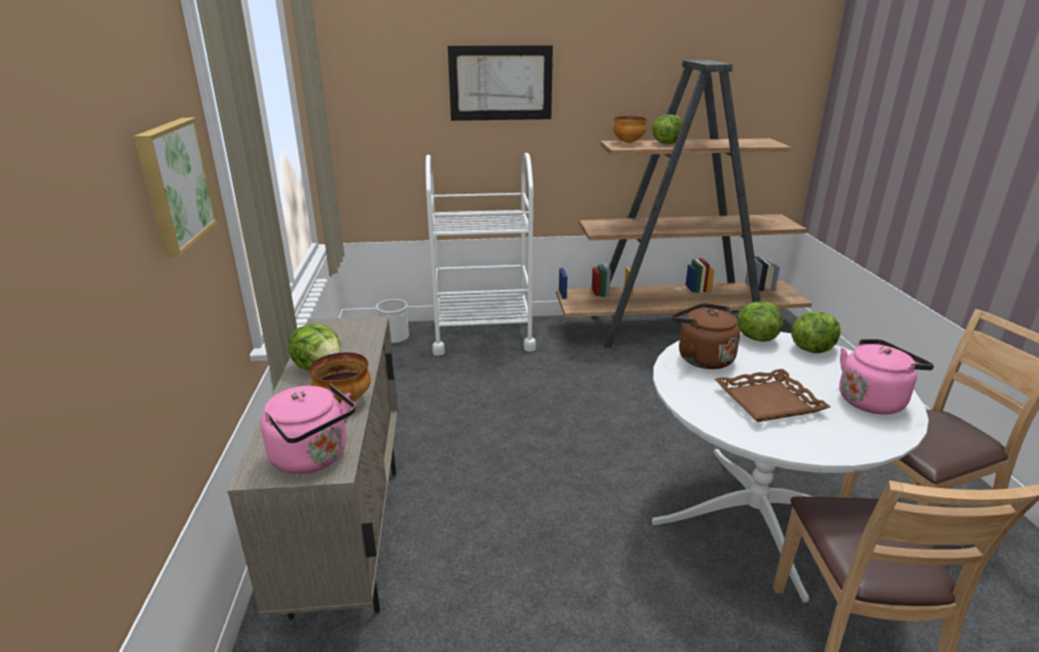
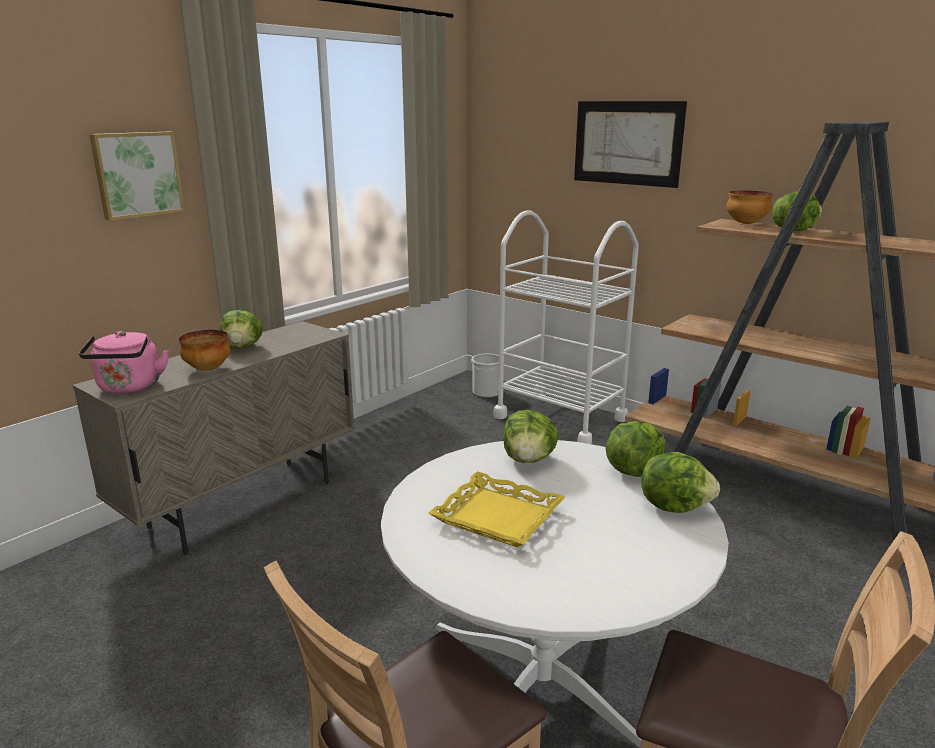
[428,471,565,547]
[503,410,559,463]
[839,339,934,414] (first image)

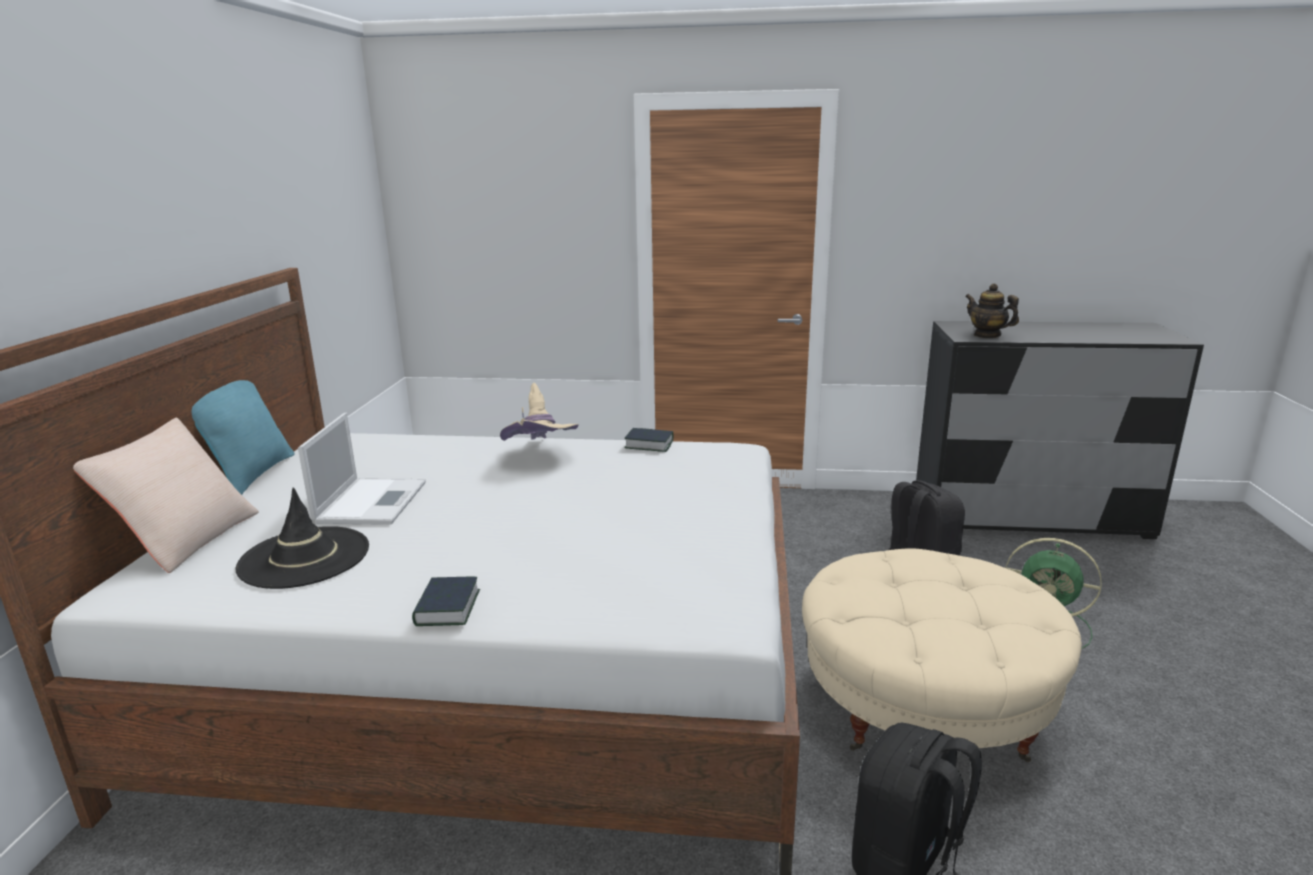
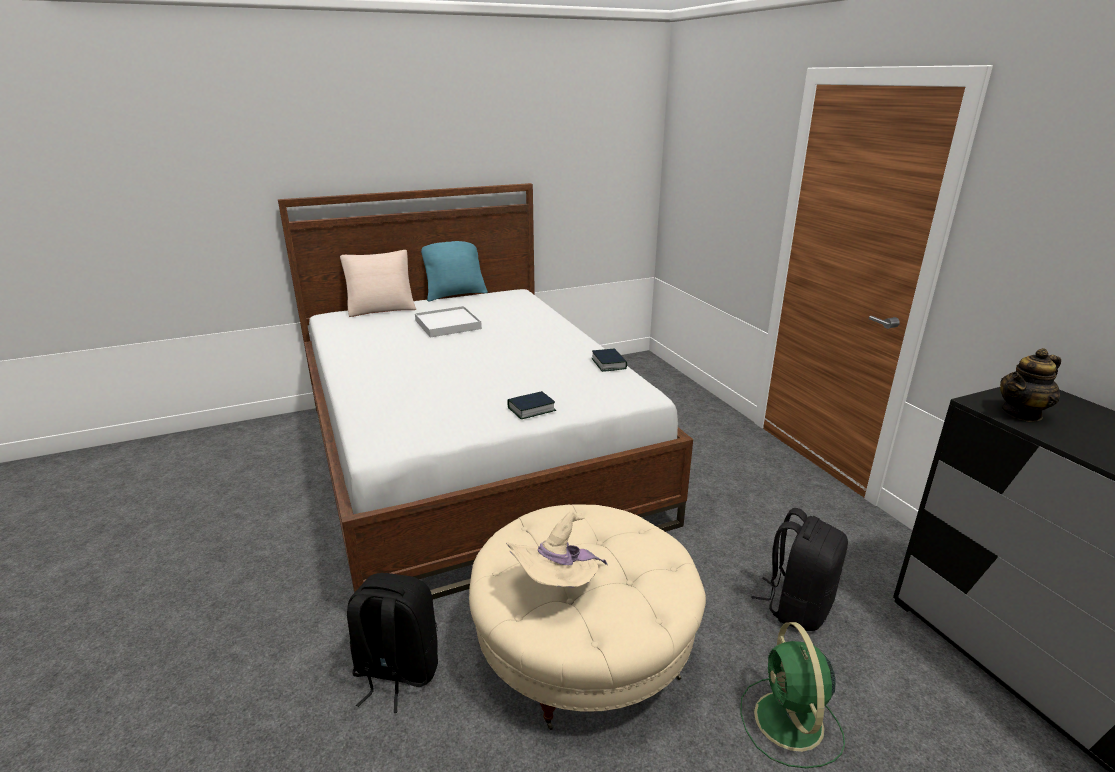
[415,306,482,337]
[506,511,607,588]
[507,391,556,419]
[1000,348,1061,422]
[236,487,369,589] (first image)

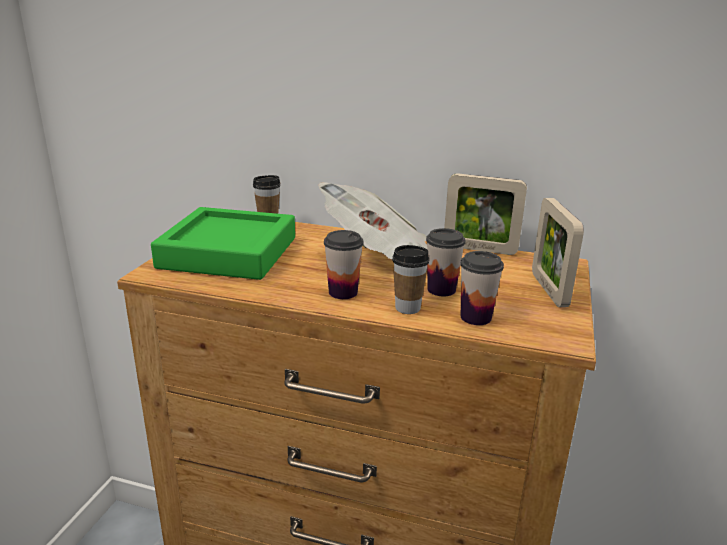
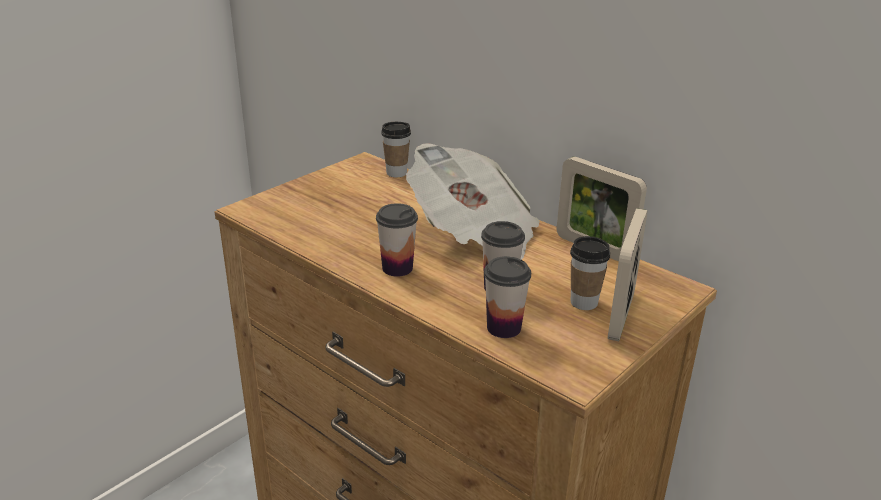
[570,236,610,310]
[151,207,295,280] (first image)

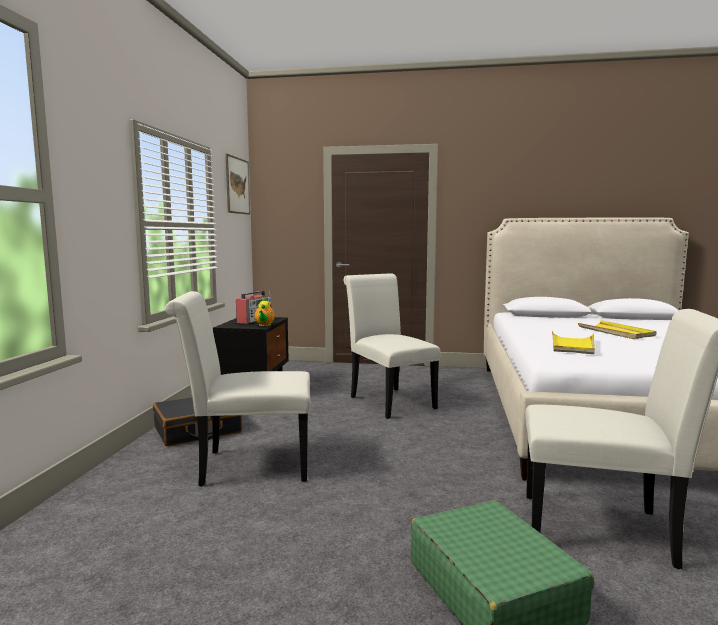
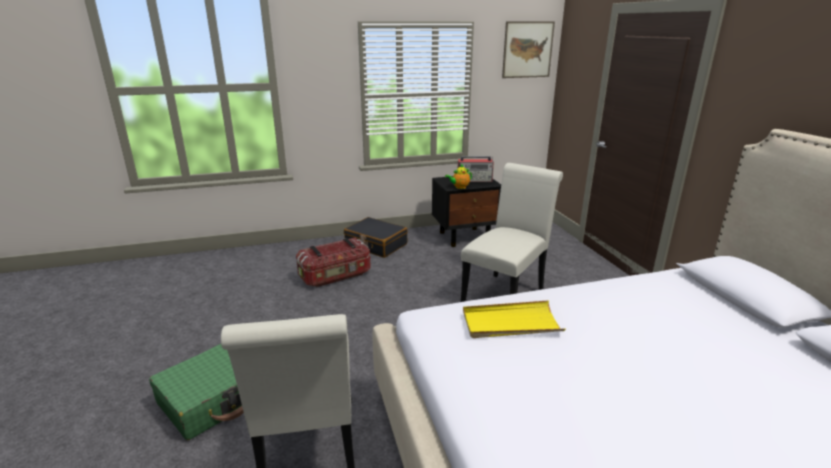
[296,238,371,287]
[578,320,657,339] (first image)

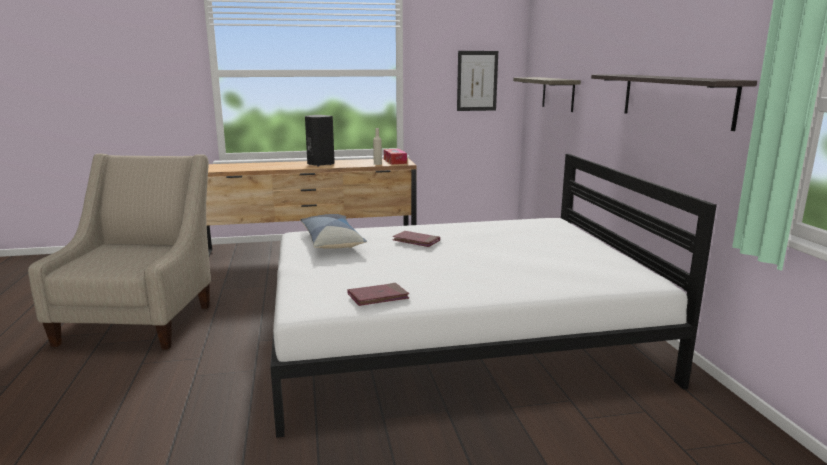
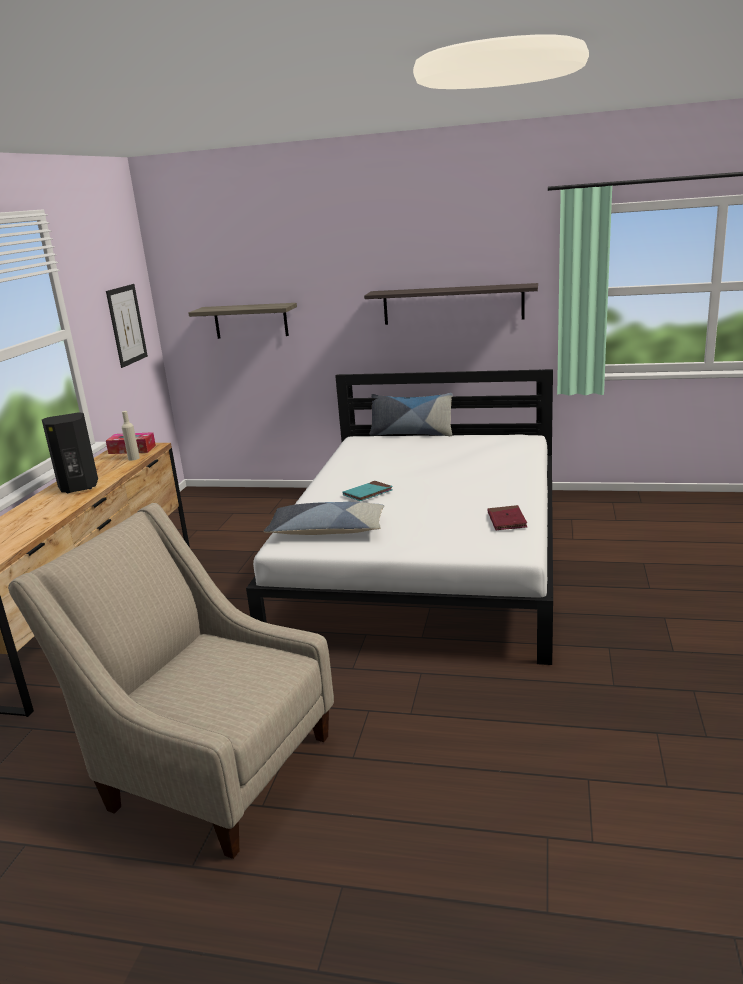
[343,481,393,501]
[370,393,453,436]

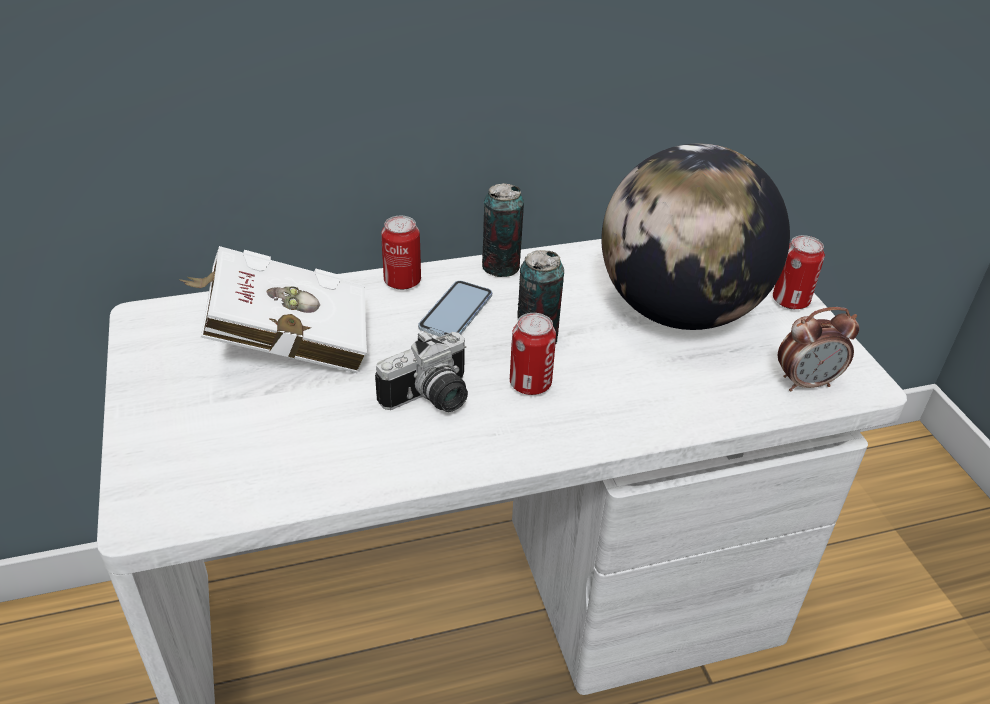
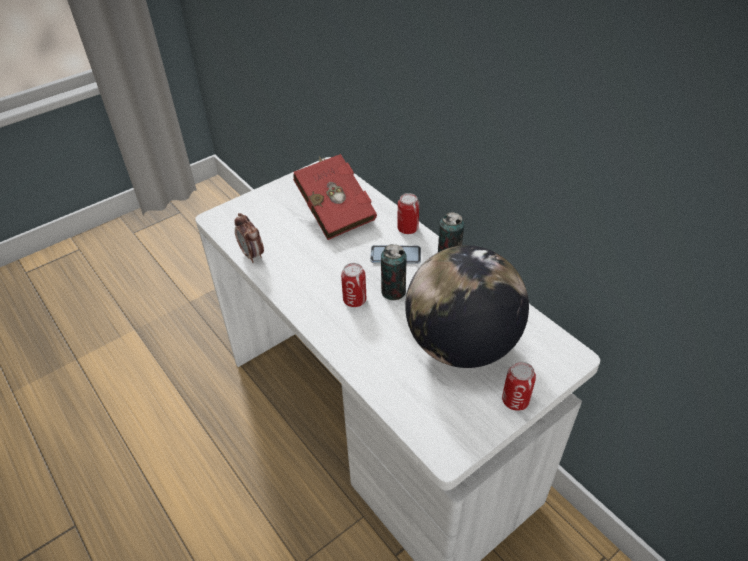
[234,213,264,263]
[293,154,377,240]
[375,331,468,412] (first image)

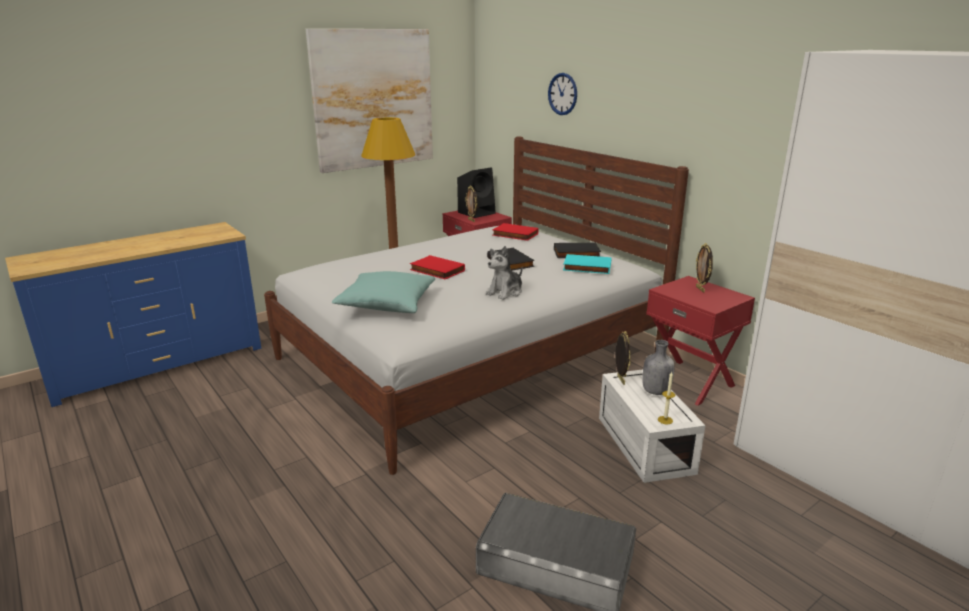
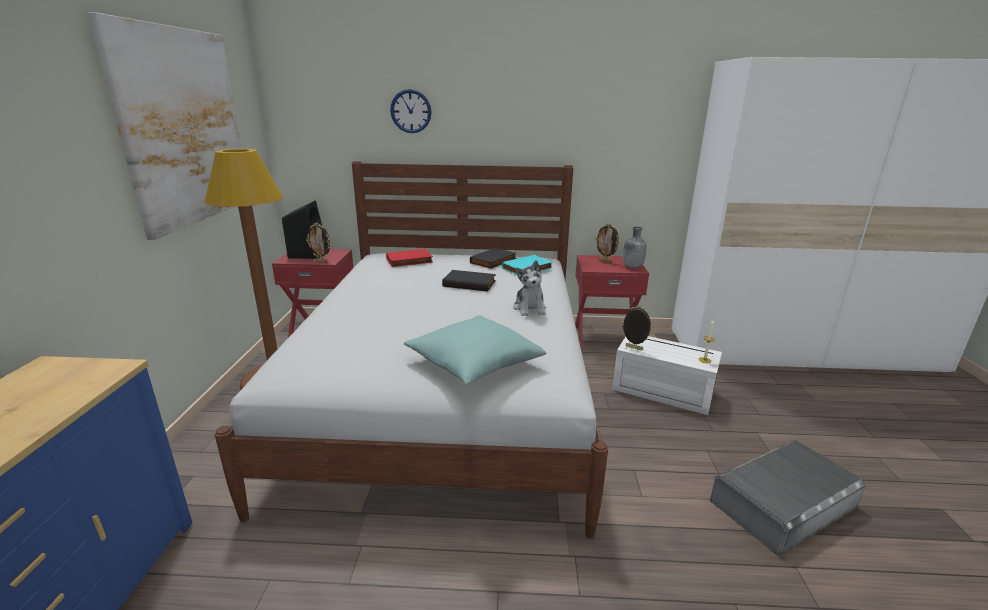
[623,226,647,268]
[410,255,465,279] (first image)

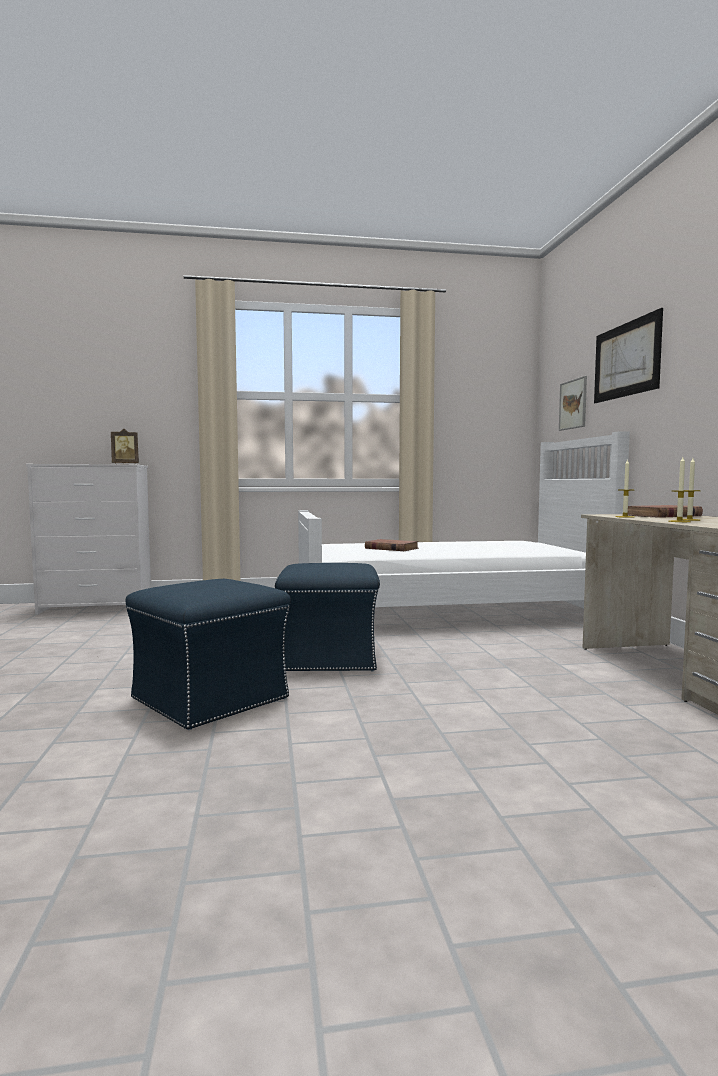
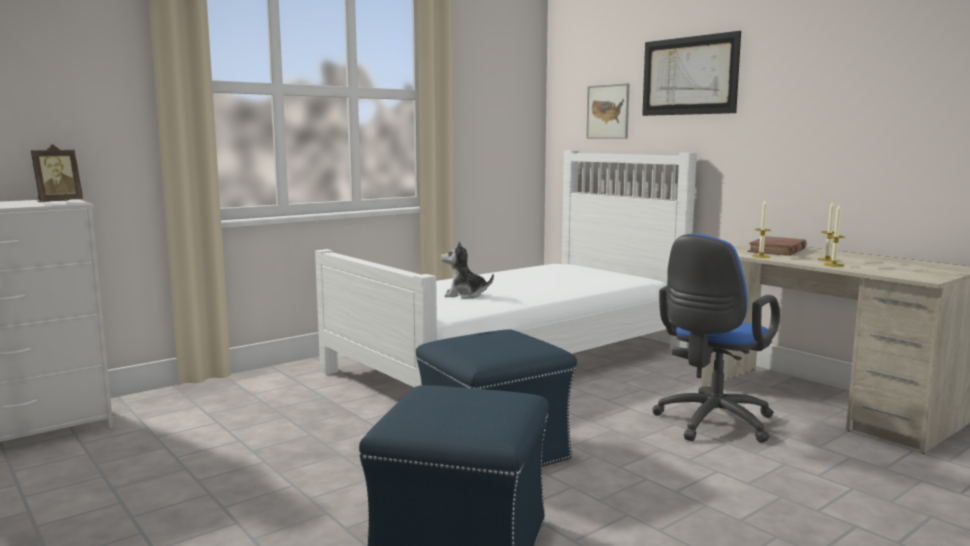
[441,241,494,299]
[652,233,780,443]

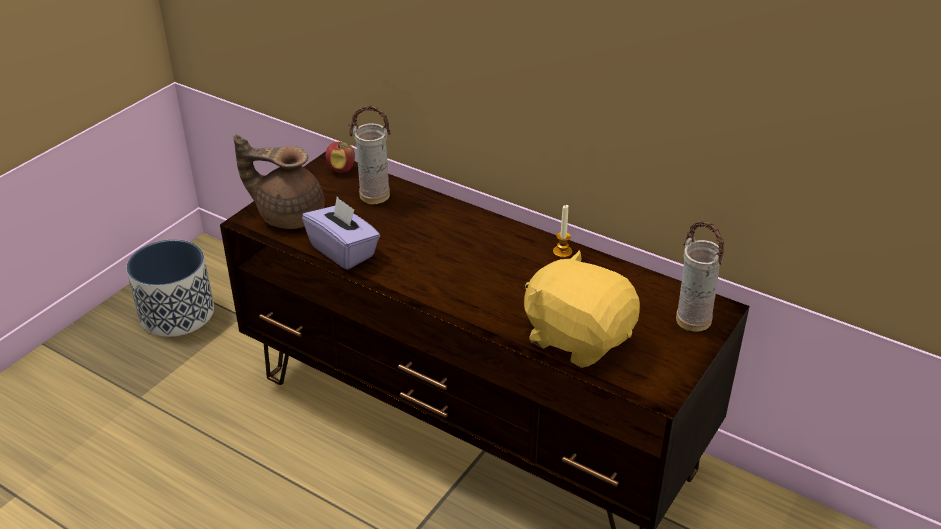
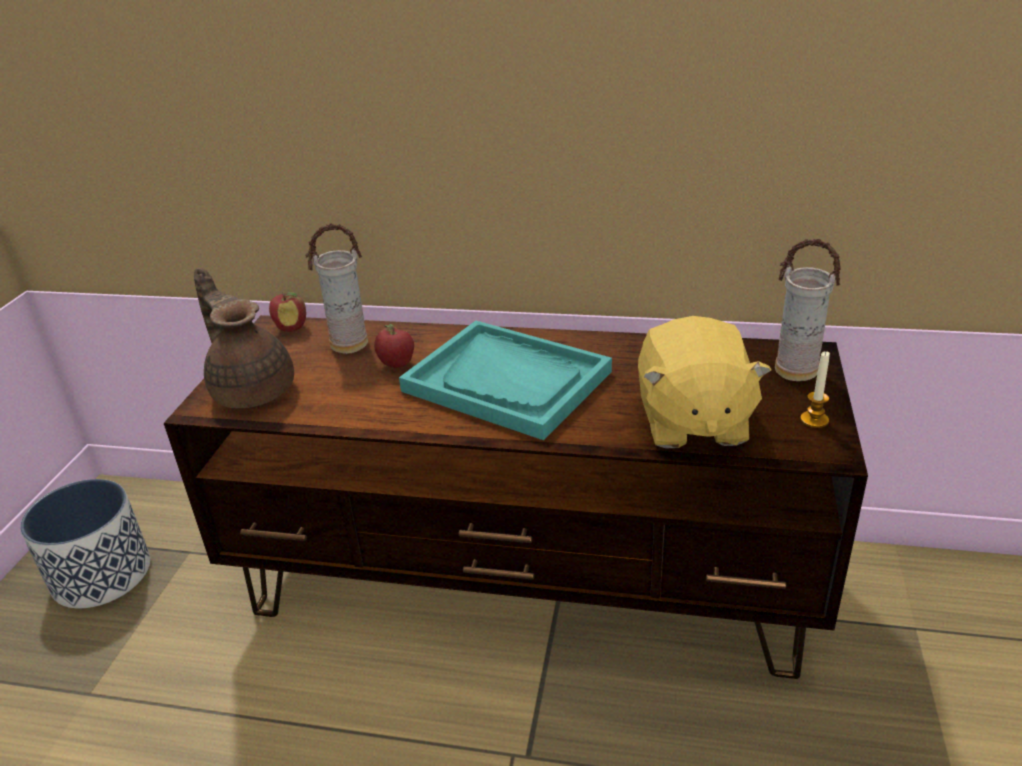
[194,268,294,408]
[374,324,414,368]
[399,321,612,440]
[638,316,771,449]
[800,351,830,428]
[302,197,380,270] (first image)

